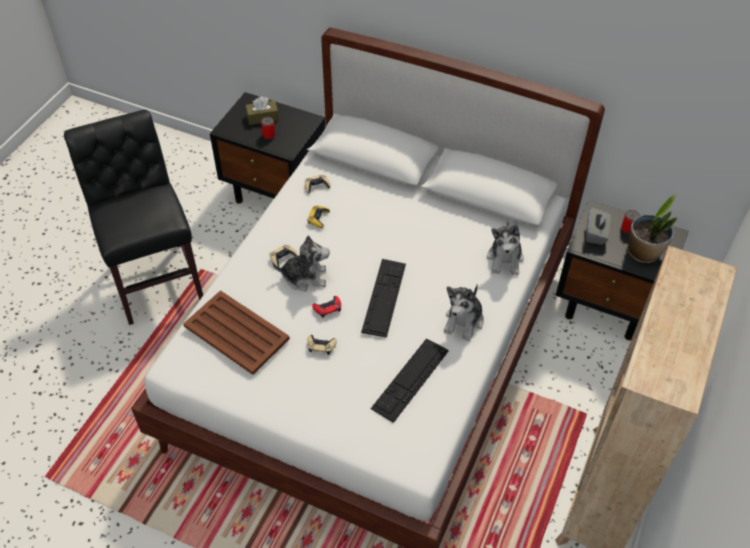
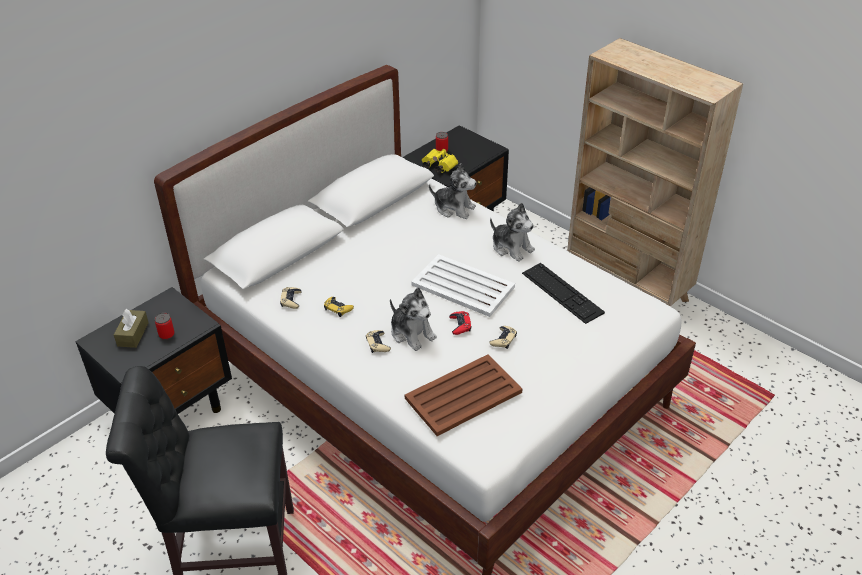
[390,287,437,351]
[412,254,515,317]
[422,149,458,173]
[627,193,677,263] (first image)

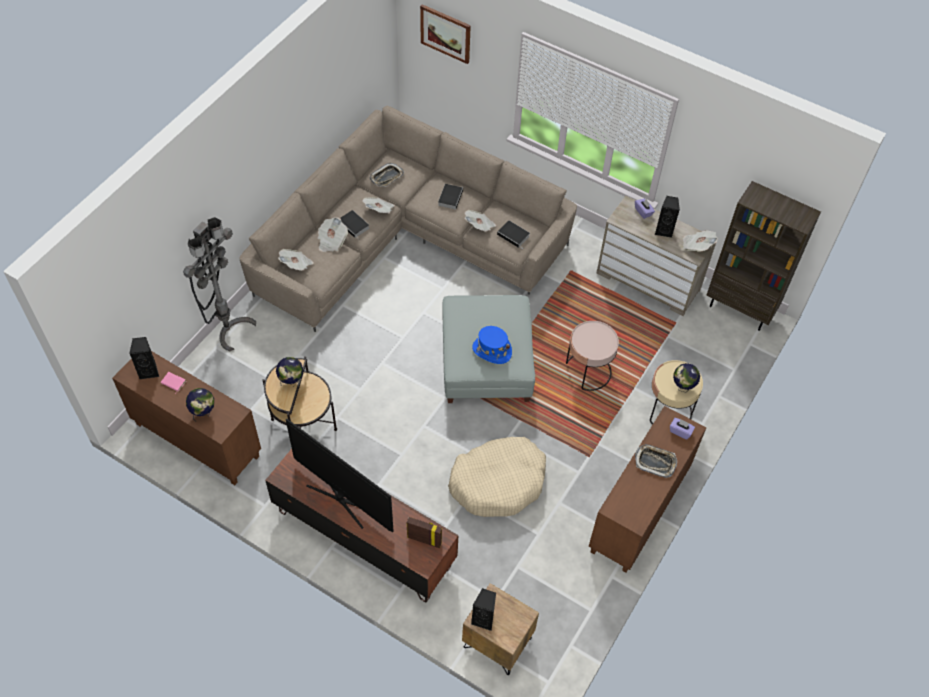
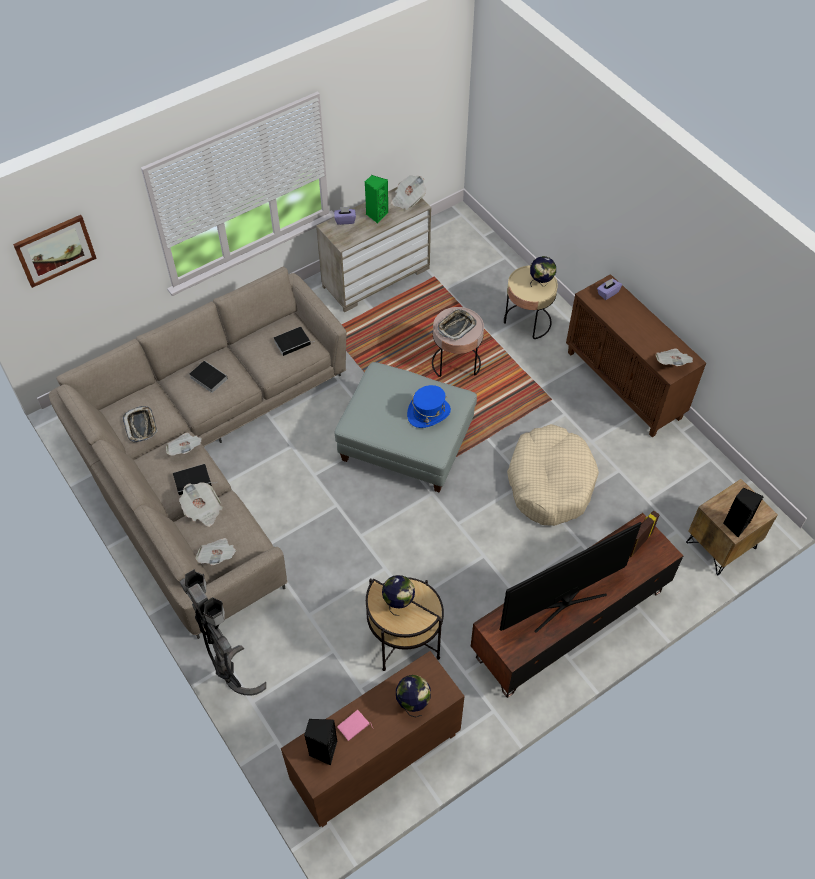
[365,175,389,223]
[438,309,477,341]
[656,348,693,366]
[707,181,821,331] (first image)

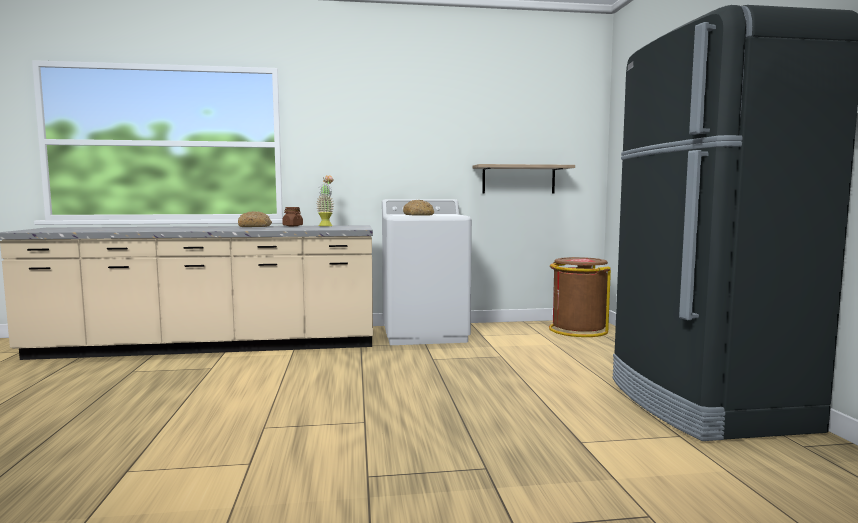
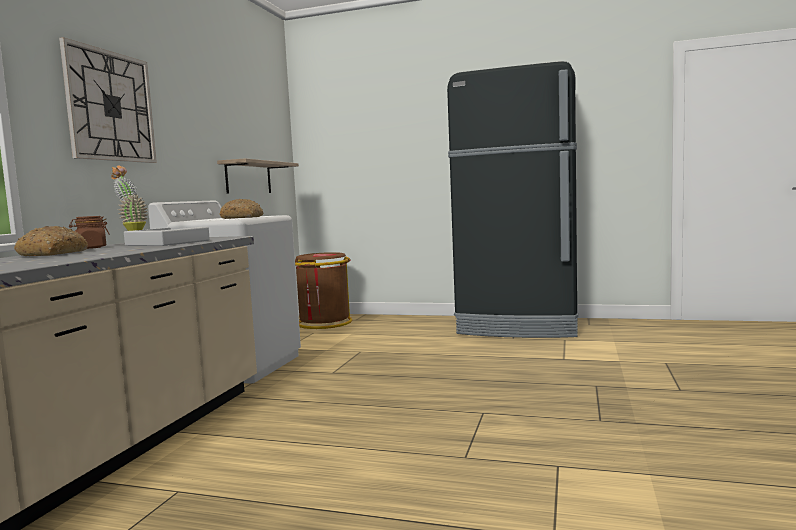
[59,37,157,163]
[124,227,210,246]

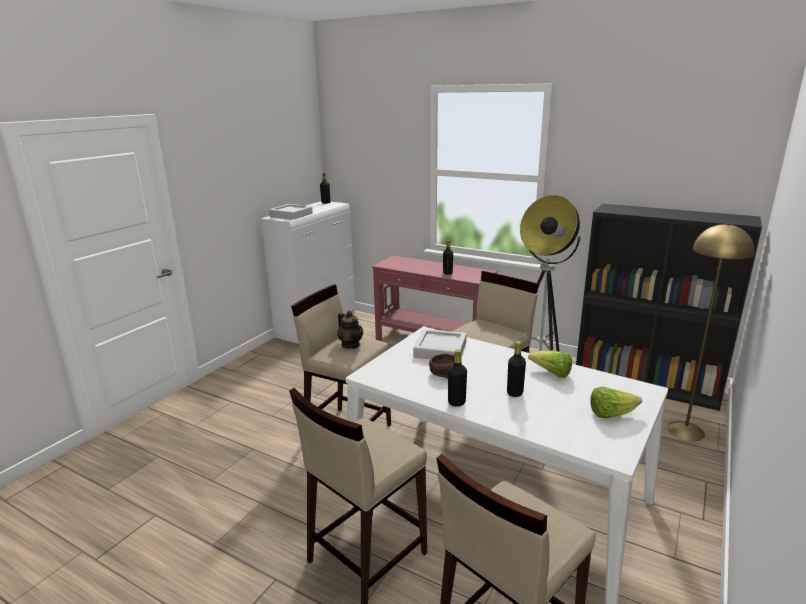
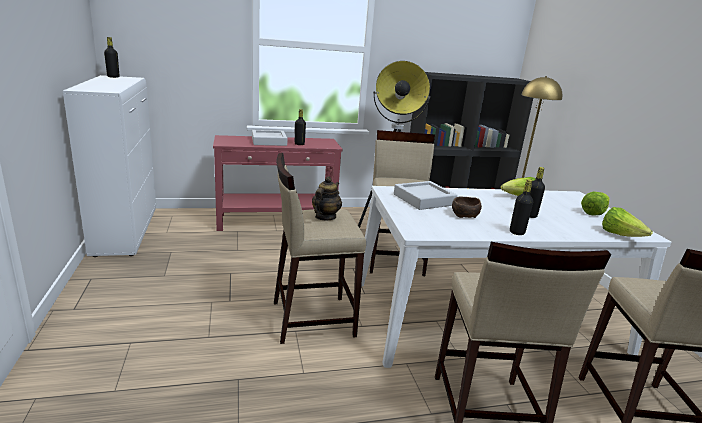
[252,130,288,146]
[312,176,342,220]
[602,207,653,237]

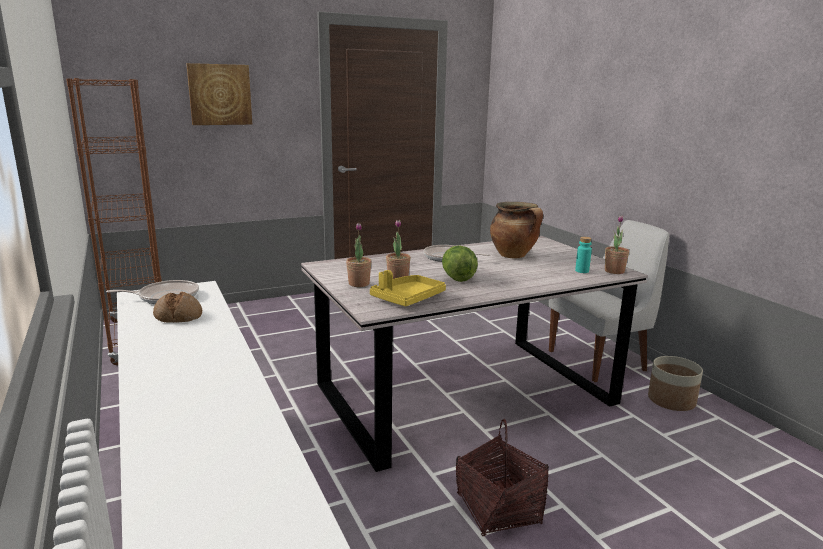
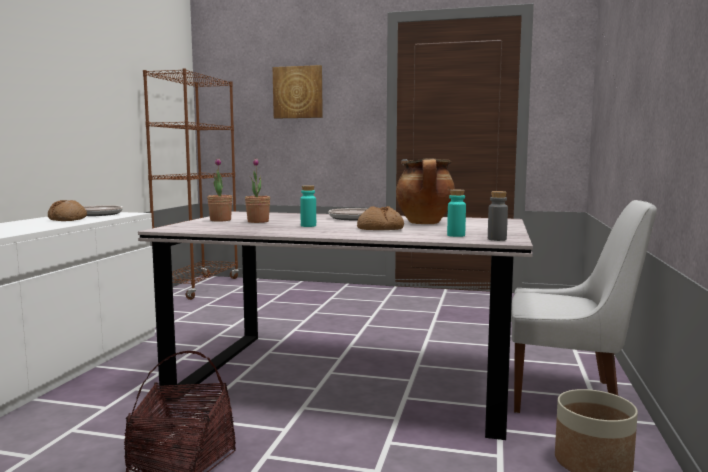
[300,185,316,227]
[357,206,404,230]
[488,191,508,241]
[370,270,446,307] (first image)

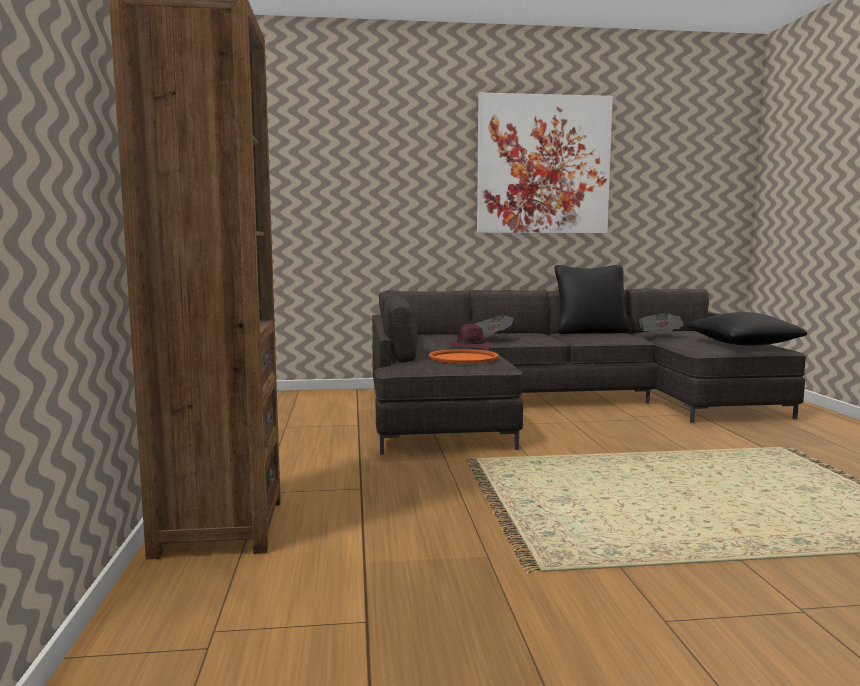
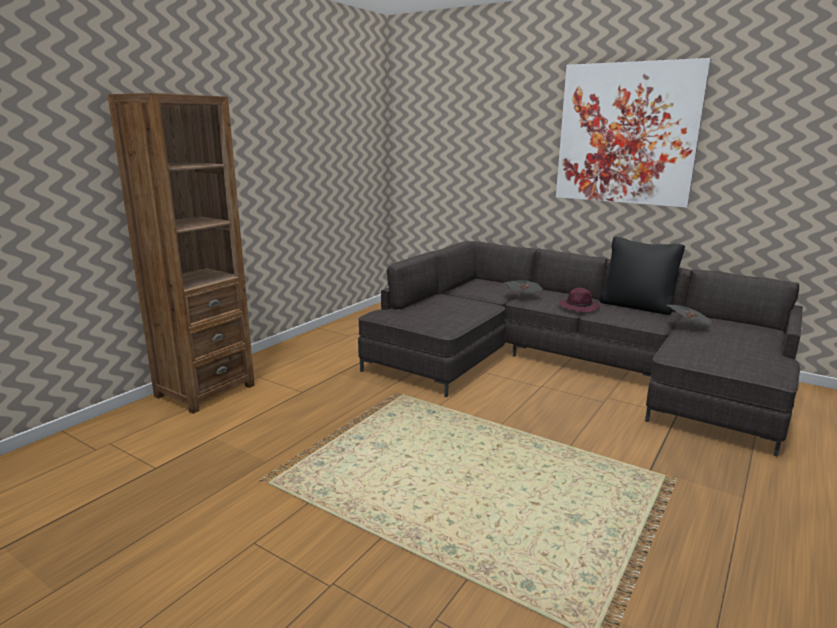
[559,288,600,313]
[429,349,499,363] (first image)
[686,312,807,346] (first image)

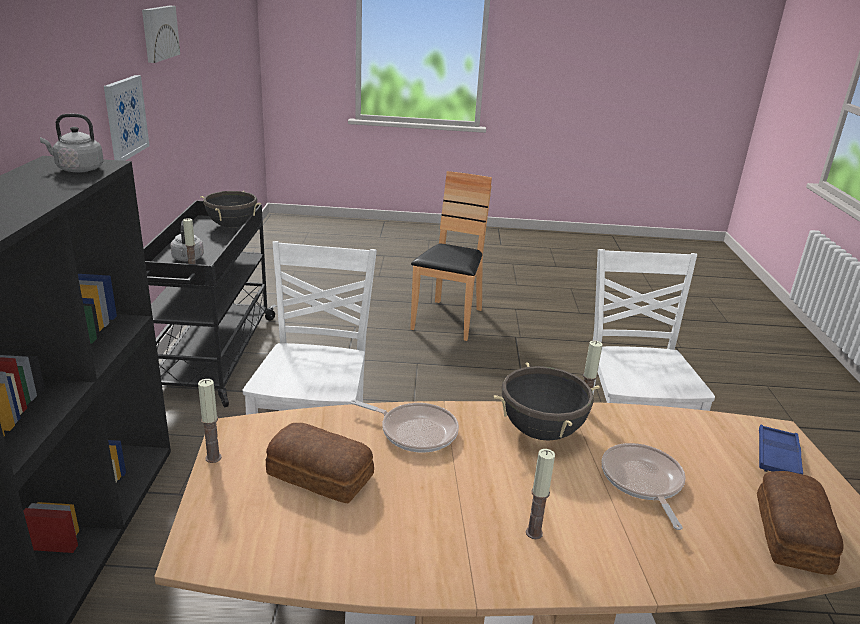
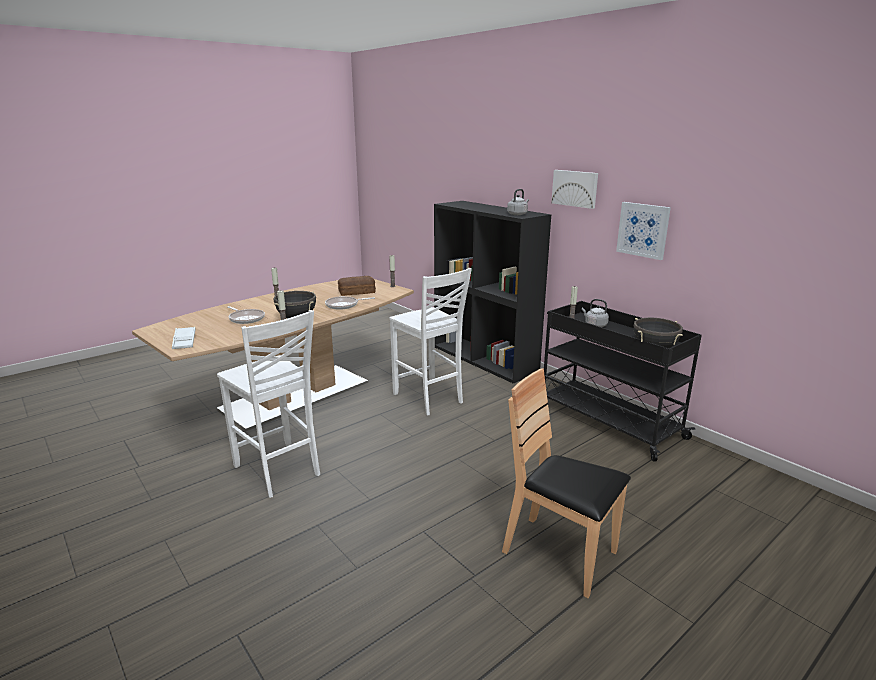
[172,327,196,349]
[502,368,631,598]
[551,170,598,209]
[757,471,843,575] (first image)

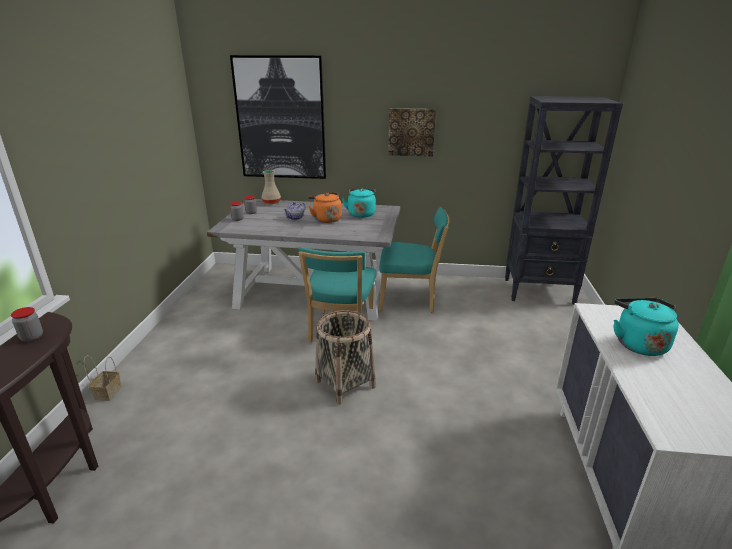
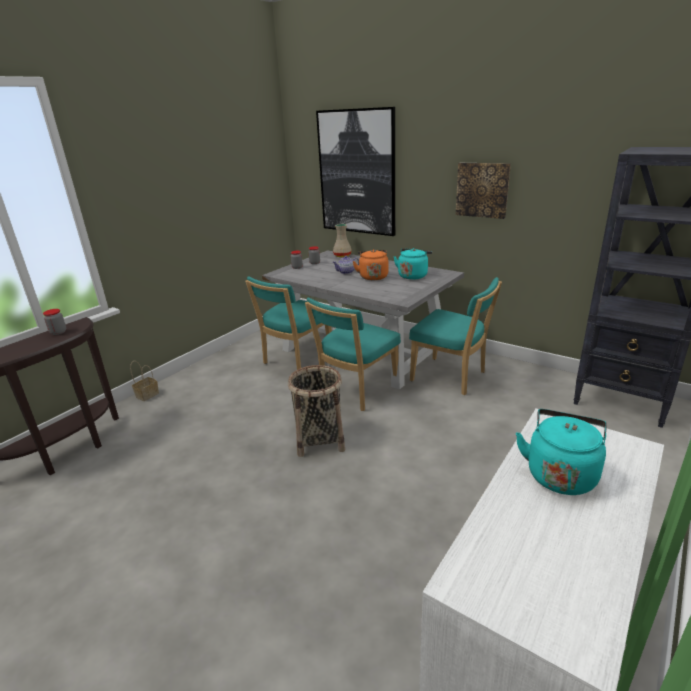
[245,276,332,370]

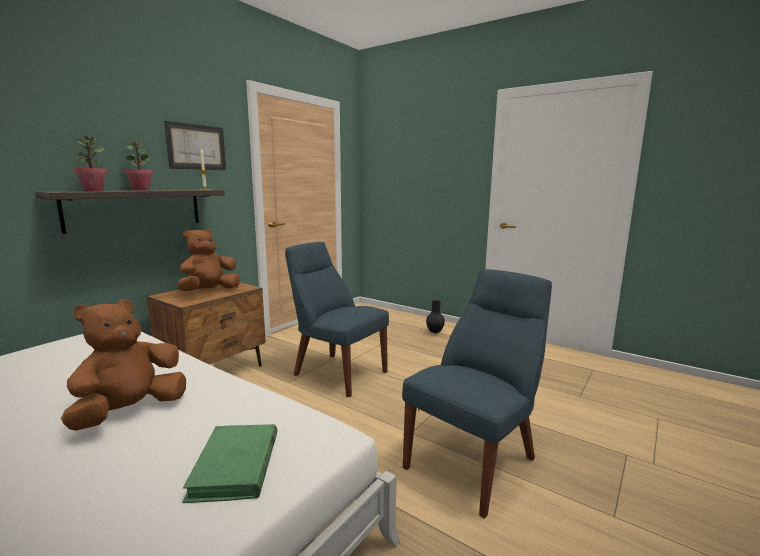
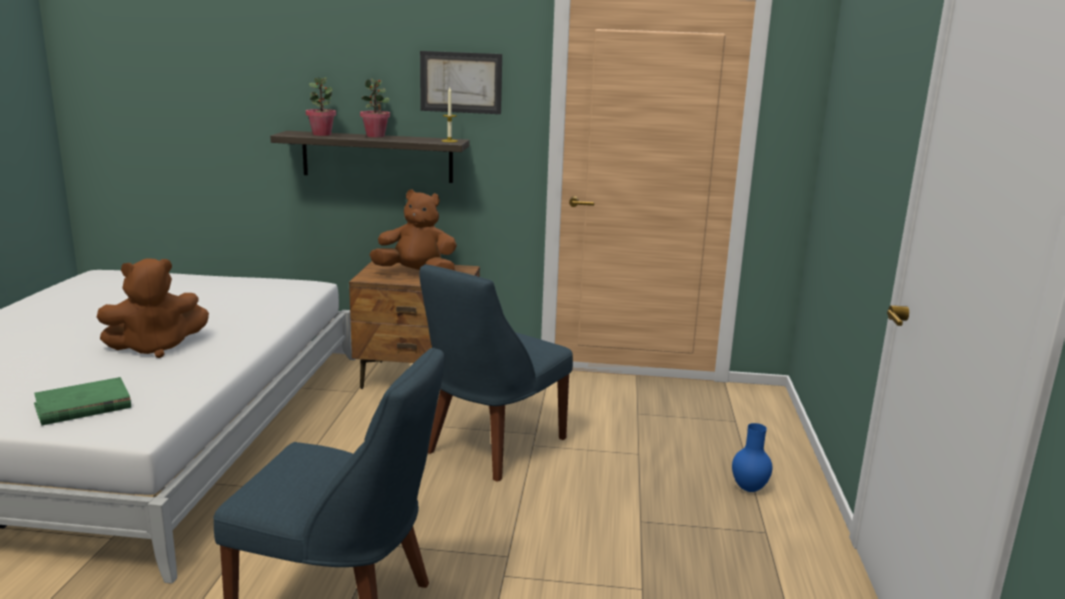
[97,258,209,358]
[420,264,573,482]
[732,423,772,492]

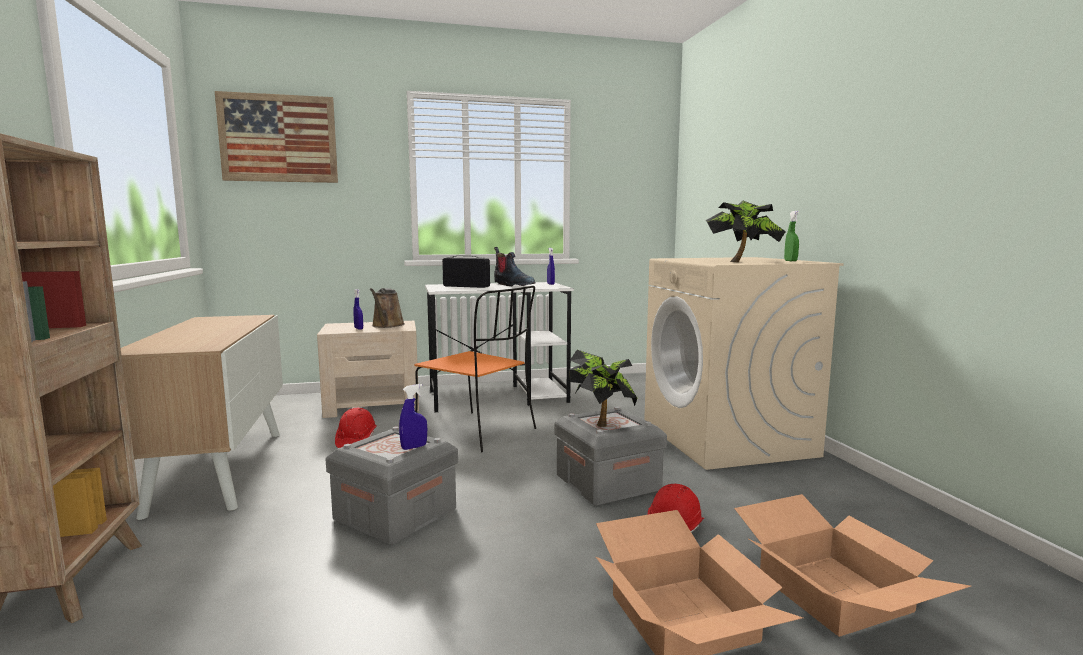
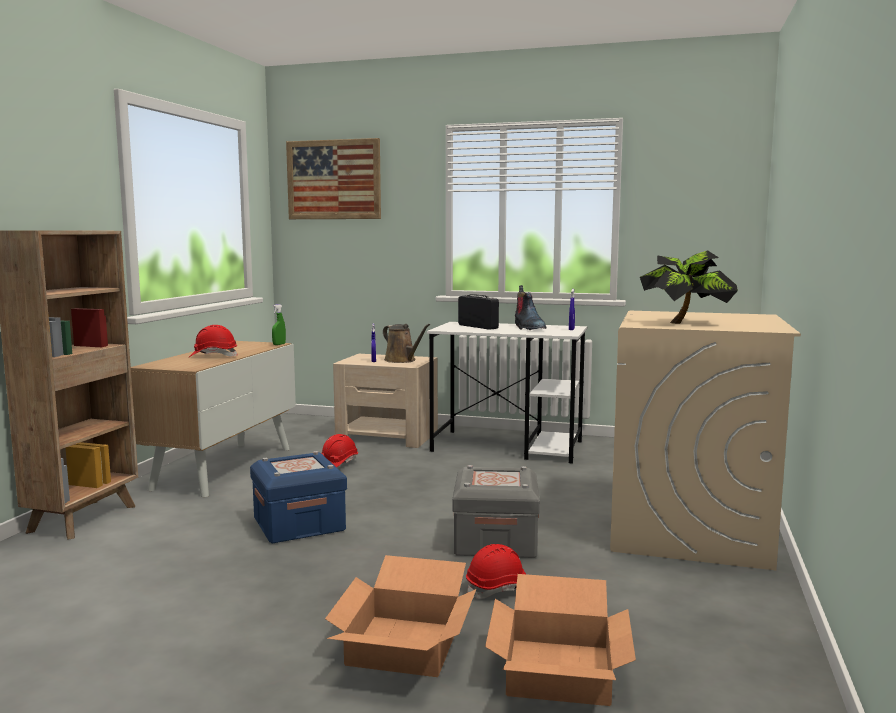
[189,325,238,357]
[250,451,347,543]
[272,304,286,345]
[383,324,430,363]
[399,384,427,450] (first image)
[414,286,536,452] (first image)
[569,350,638,427] (first image)

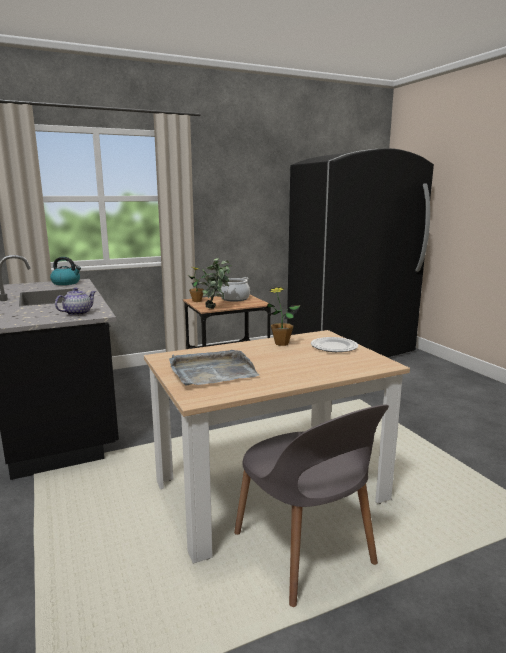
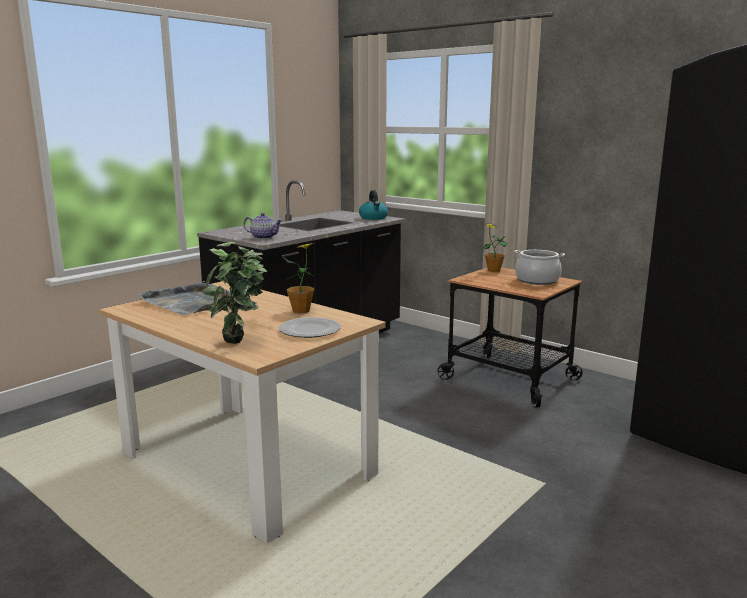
[202,242,267,344]
[234,405,389,607] (first image)

